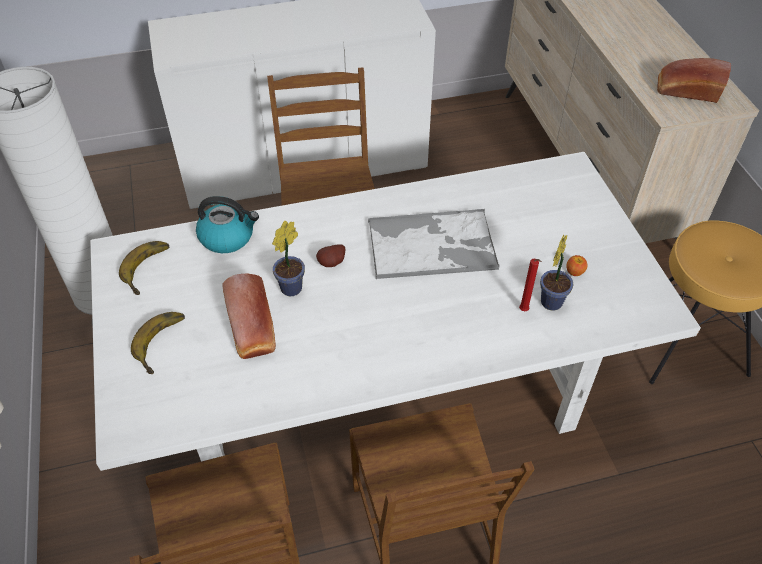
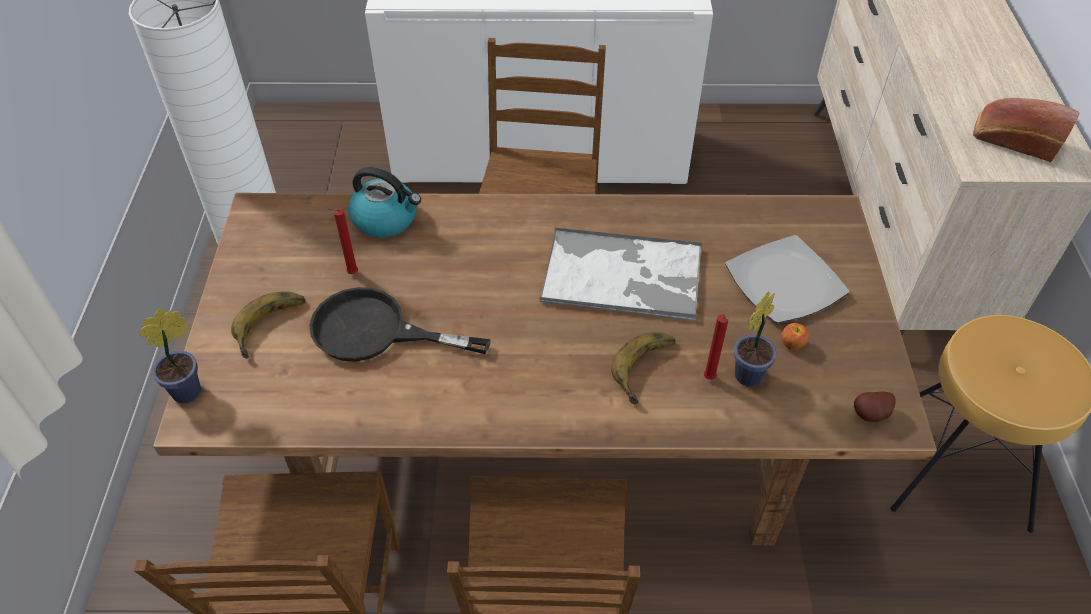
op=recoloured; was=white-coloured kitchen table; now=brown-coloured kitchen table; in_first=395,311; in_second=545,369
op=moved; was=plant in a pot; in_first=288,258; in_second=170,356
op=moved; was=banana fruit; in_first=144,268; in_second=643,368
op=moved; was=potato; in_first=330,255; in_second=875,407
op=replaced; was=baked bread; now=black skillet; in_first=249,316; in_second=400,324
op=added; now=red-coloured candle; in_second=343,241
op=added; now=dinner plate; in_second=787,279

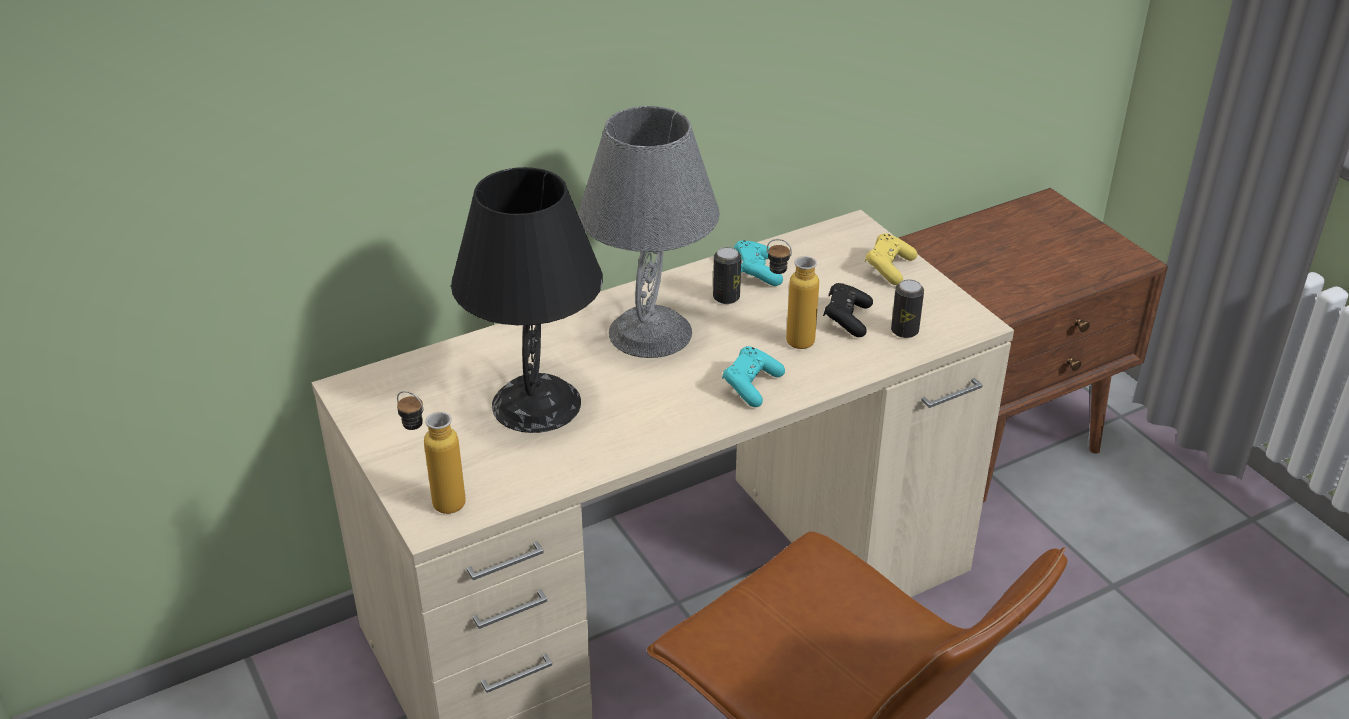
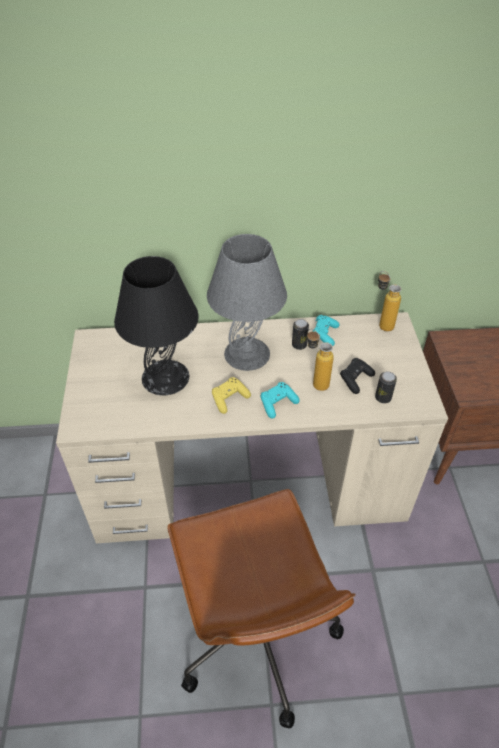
op=moved; was=yellow joypad; in_first=890,259; in_second=231,395
op=moved; was=beverage bottle; in_first=431,452; in_second=389,301

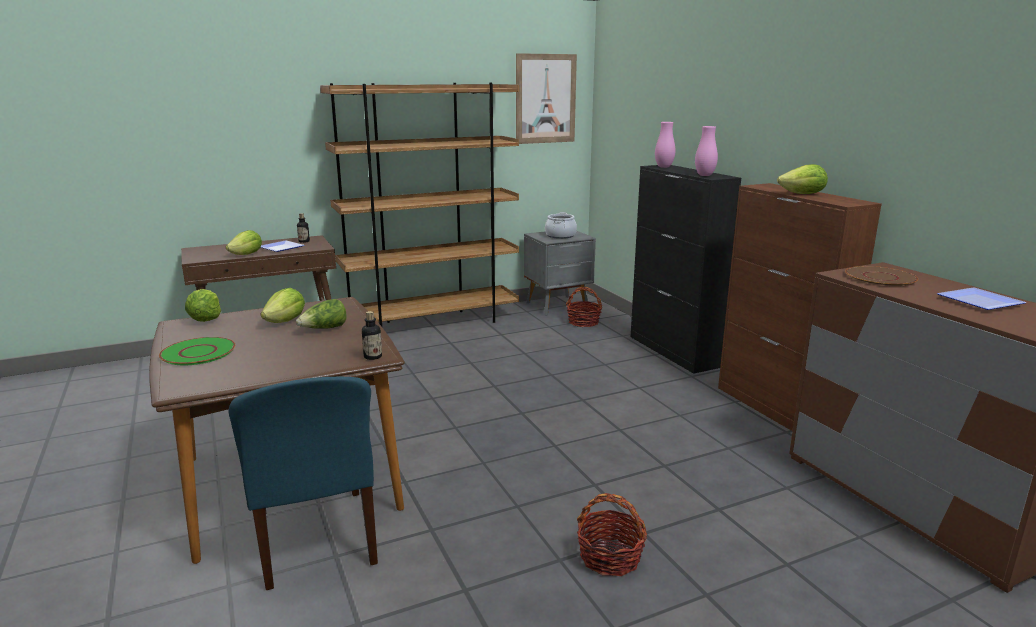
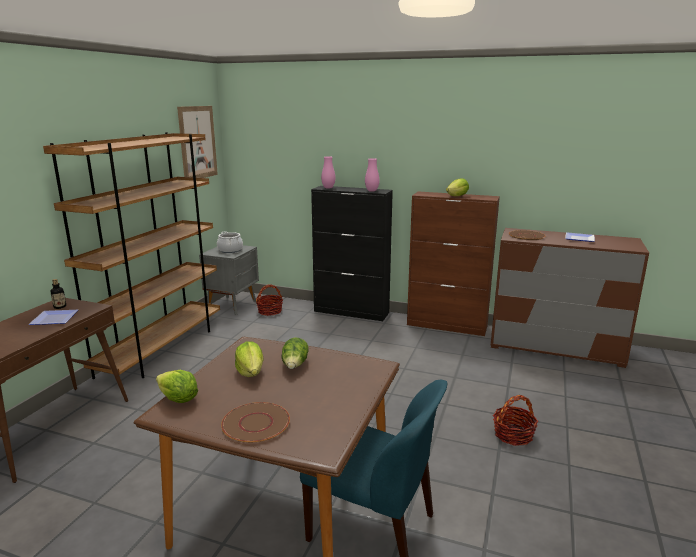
op=removed; was=lettuce head; in_first=244,242
op=removed; was=beverage bottle; in_first=372,335
op=recoloured; was=green dinner plate; now=brown-coloured dinner plate; in_first=197,351; in_second=255,422

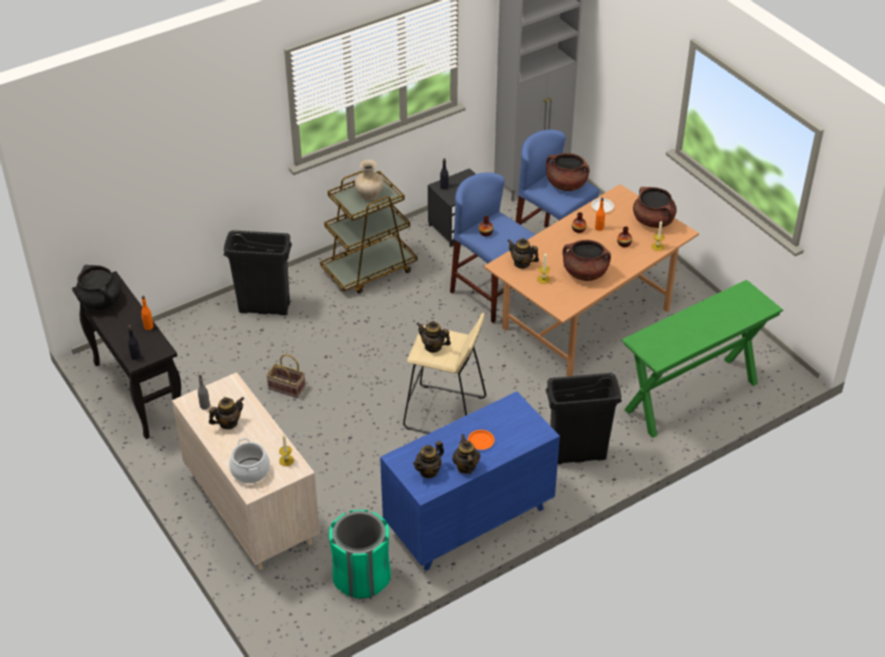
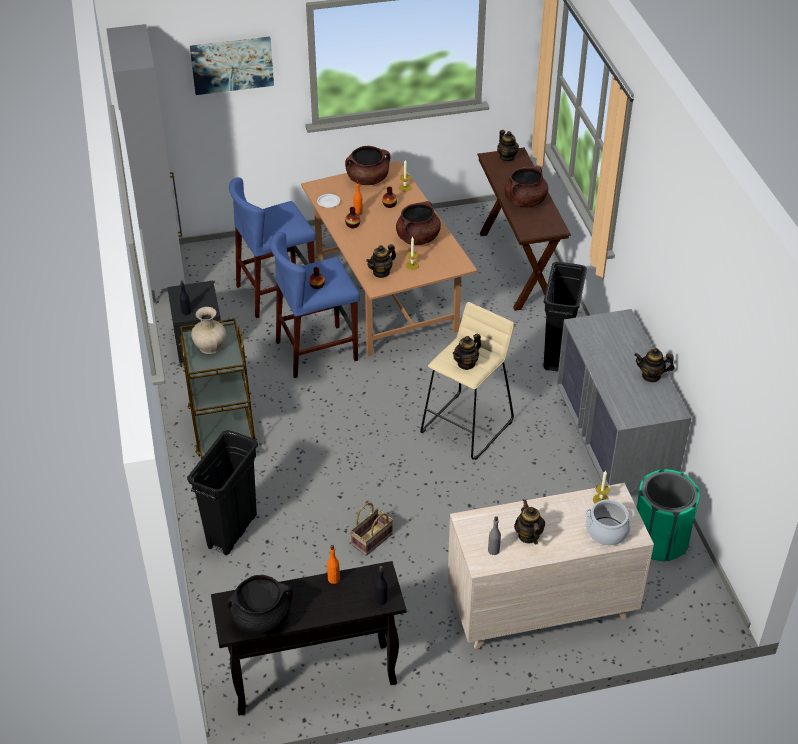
op=moved; was=brown-coloured stockpot; in_first=567,172; in_second=526,186
op=recoloured; was=green hall table; now=brown-coloured hall table; in_first=702,359; in_second=524,229
op=recoloured; was=blue drawer chest; now=grey drawer chest; in_first=470,481; in_second=624,400
op=removed; was=orangey dinner plate; in_first=481,440
op=moved; was=pot for tea; in_first=428,460; in_second=508,146
op=added; now=wall picture; in_second=232,66

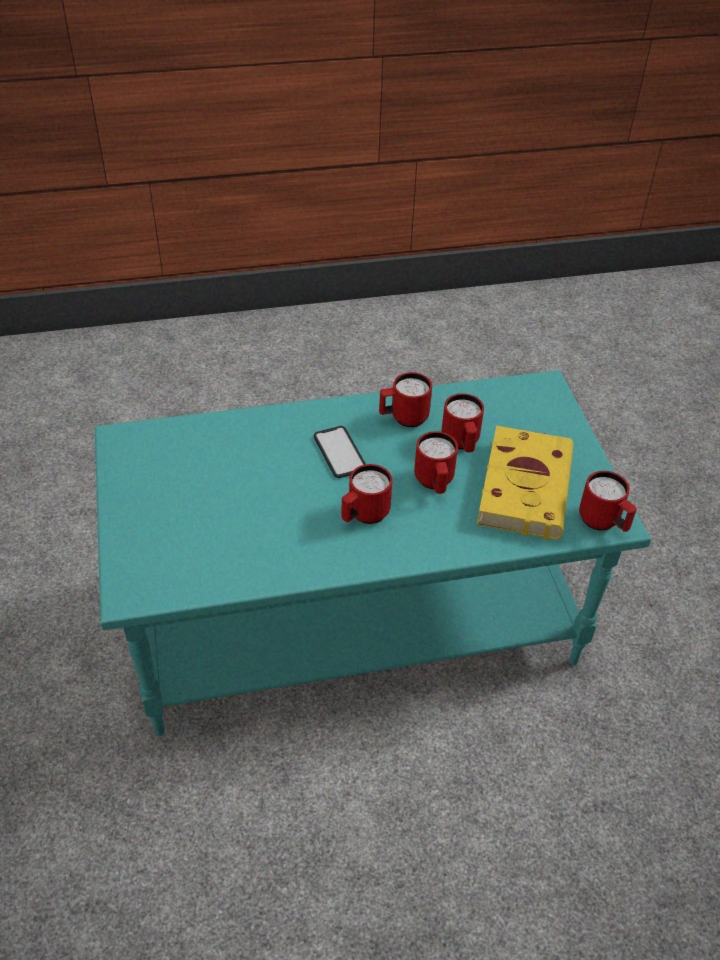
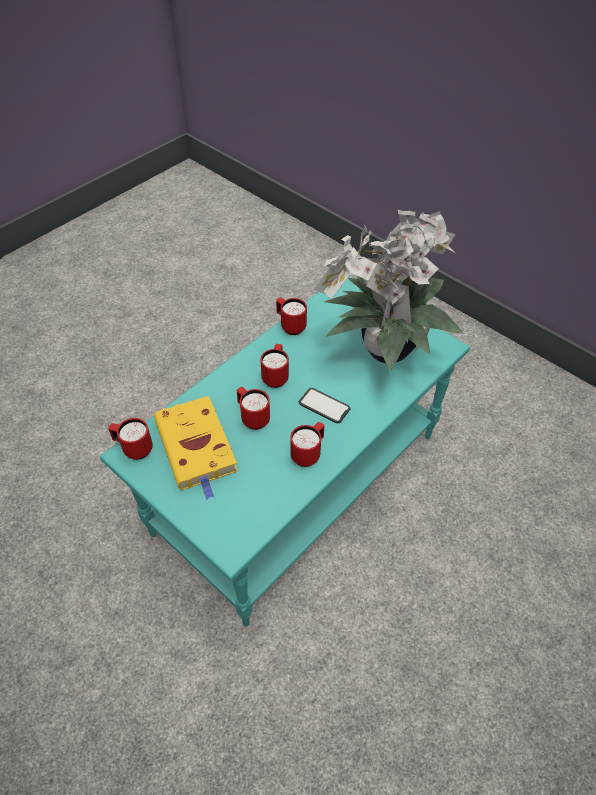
op=moved; was=red-coloured coffee mug; in_first=462,423; in_second=291,316
op=added; now=plant in a pot; in_second=388,290

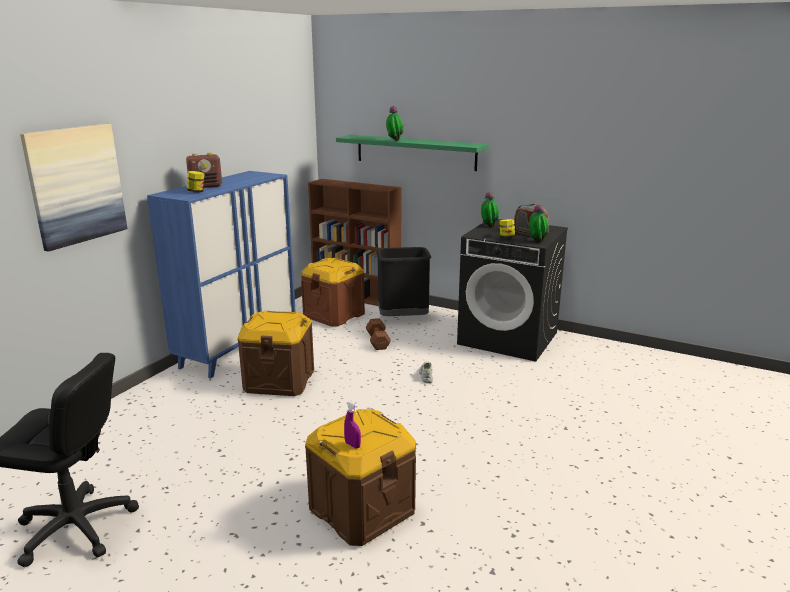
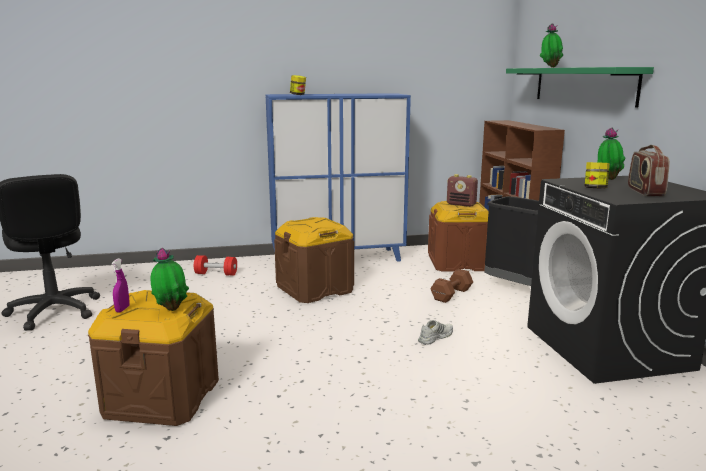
op=removed; was=wall picture; in_first=73,188
op=moved; was=radio set; in_first=204,170; in_second=462,190
op=moved; was=plant in a pot; in_first=539,223; in_second=169,279
op=added; now=red-coloured hand weight; in_second=215,265

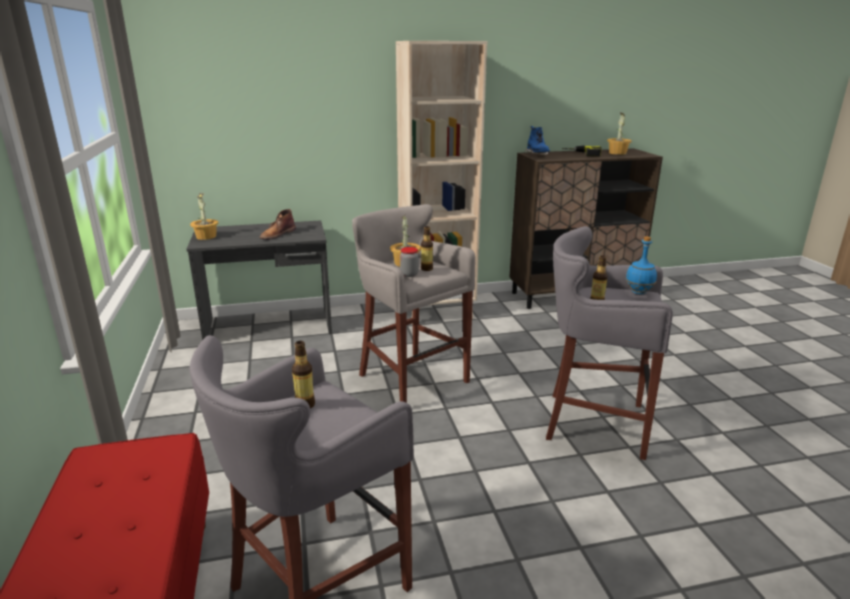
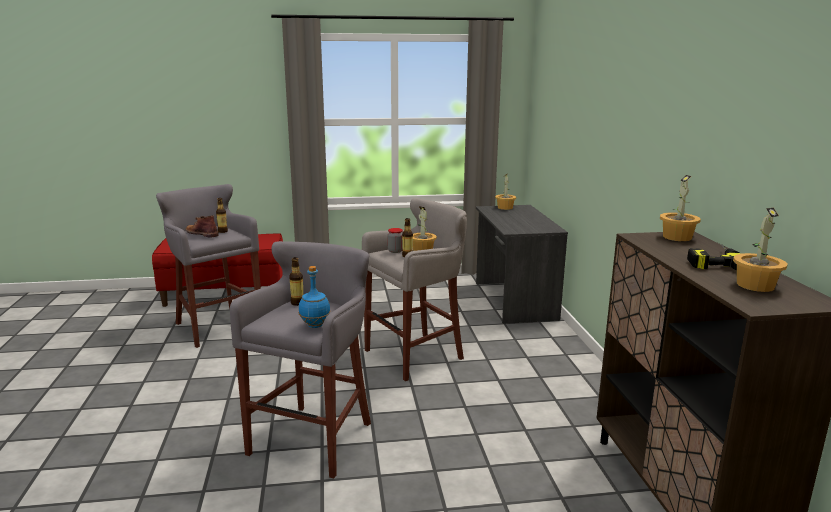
op=removed; was=sand-coloured bookcase; in_first=441,183
op=replaced; was=blue high-top boot; now=plant in a pot; in_first=537,140; in_second=680,208
op=moved; was=brown-coloured high-top boot; in_first=278,224; in_second=202,226

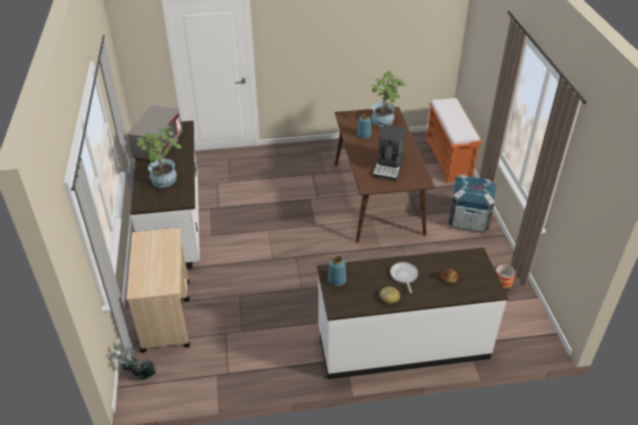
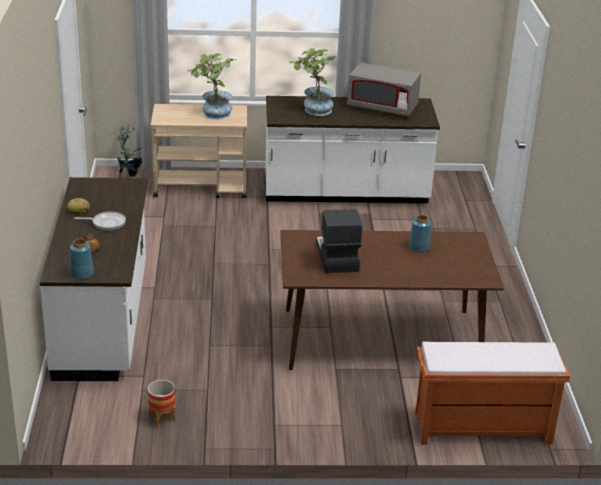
op=moved; was=plant in a pot; in_first=388,98; in_second=212,86
op=turned; was=coffee brewer; in_first=390,152; in_second=339,241; clockwise=60
op=removed; was=crate; in_first=472,203
op=moved; was=blue decorative vase; in_first=337,271; in_second=82,258

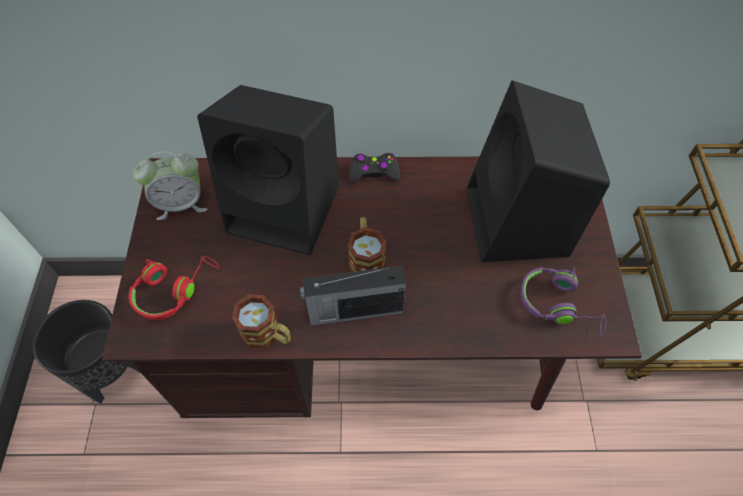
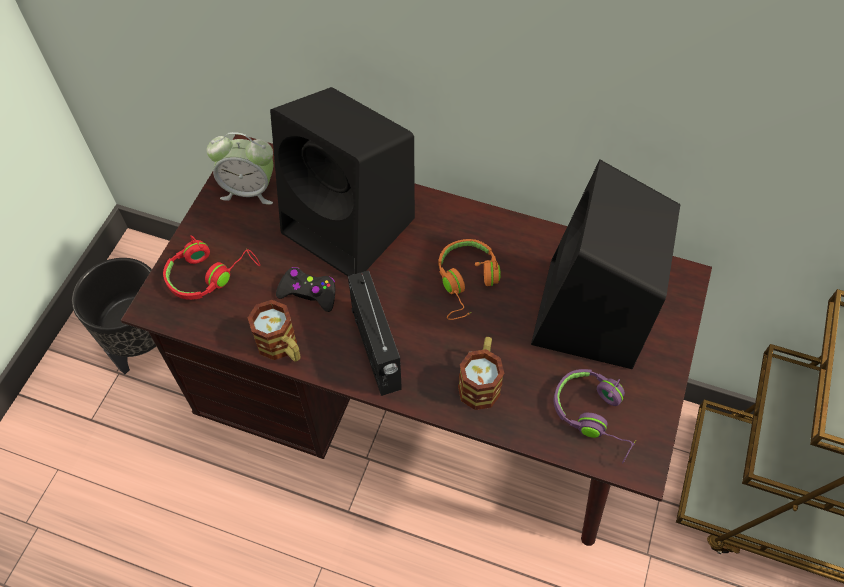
op=moved; was=black joypad; in_first=375,168; in_second=305,289
op=moved; was=coffee mug; in_first=367,244; in_second=481,373
op=turned; was=radio set; in_first=353,295; in_second=375,333; clockwise=-120
op=added; now=orangey headphones; in_second=469,279

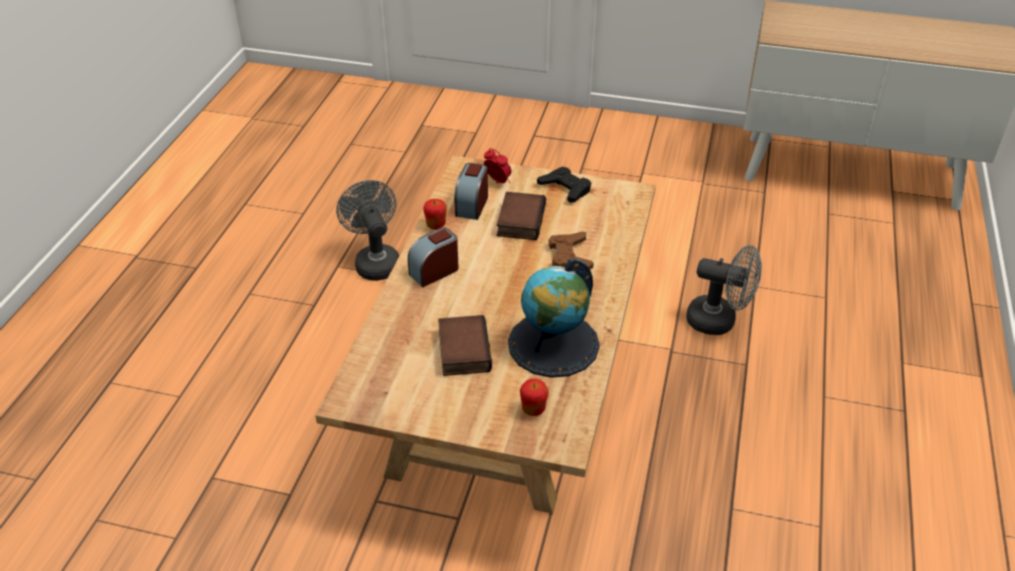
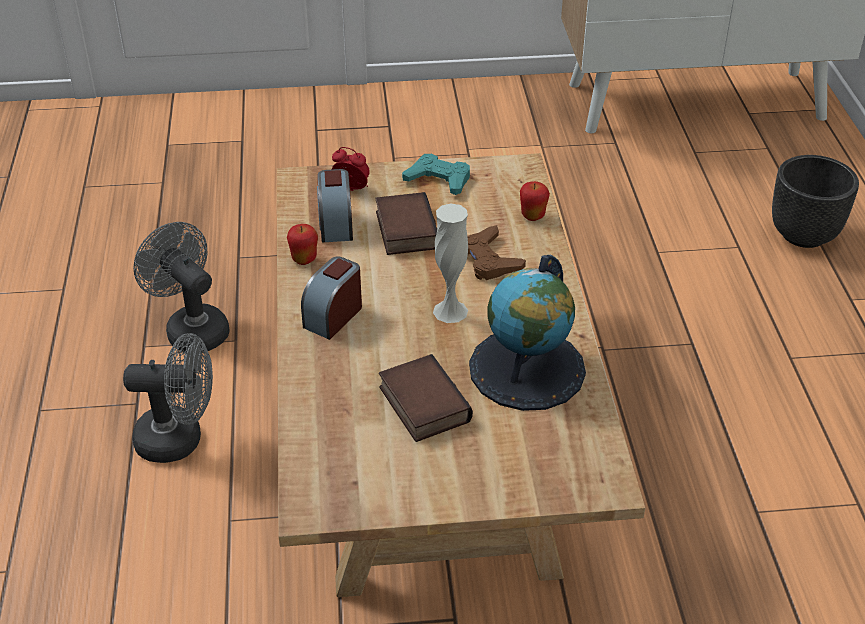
op=recoloured; was=black joypad; now=turquoise-coloured joypad; in_first=564,185; in_second=436,174
op=moved; was=grey cooling fan; in_first=724,290; in_second=168,398
op=moved; was=apple; in_first=534,397; in_second=535,201
op=added; now=black flower pot; in_second=815,201
op=added; now=white-coloured decorative vase; in_second=450,263

